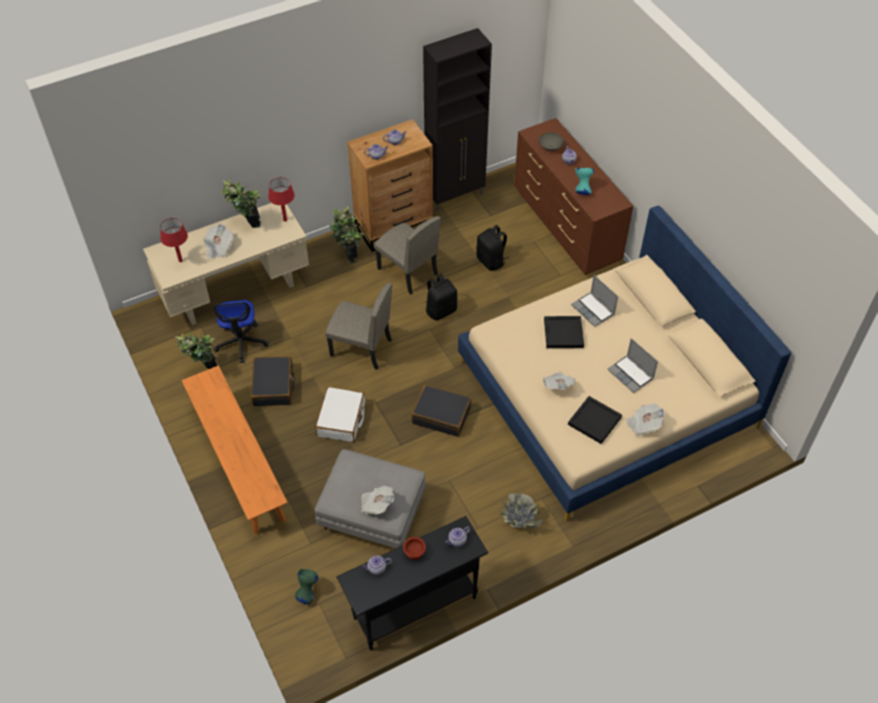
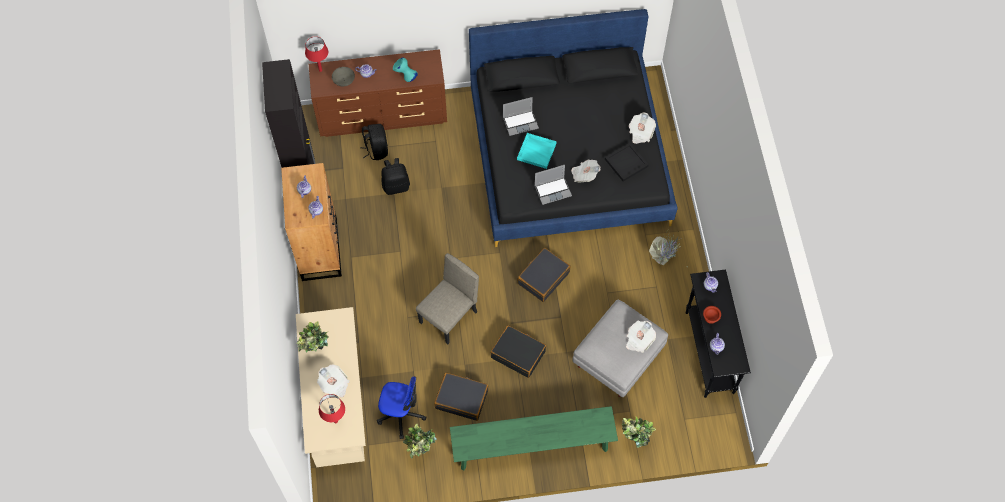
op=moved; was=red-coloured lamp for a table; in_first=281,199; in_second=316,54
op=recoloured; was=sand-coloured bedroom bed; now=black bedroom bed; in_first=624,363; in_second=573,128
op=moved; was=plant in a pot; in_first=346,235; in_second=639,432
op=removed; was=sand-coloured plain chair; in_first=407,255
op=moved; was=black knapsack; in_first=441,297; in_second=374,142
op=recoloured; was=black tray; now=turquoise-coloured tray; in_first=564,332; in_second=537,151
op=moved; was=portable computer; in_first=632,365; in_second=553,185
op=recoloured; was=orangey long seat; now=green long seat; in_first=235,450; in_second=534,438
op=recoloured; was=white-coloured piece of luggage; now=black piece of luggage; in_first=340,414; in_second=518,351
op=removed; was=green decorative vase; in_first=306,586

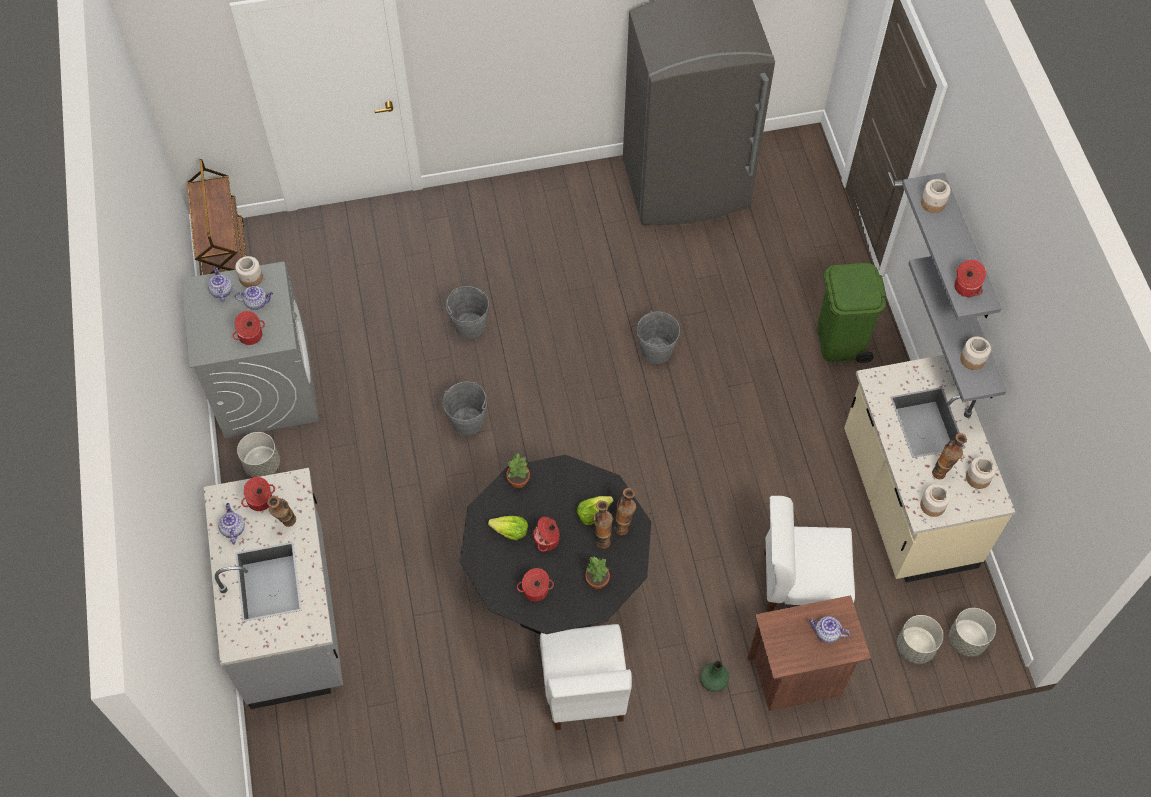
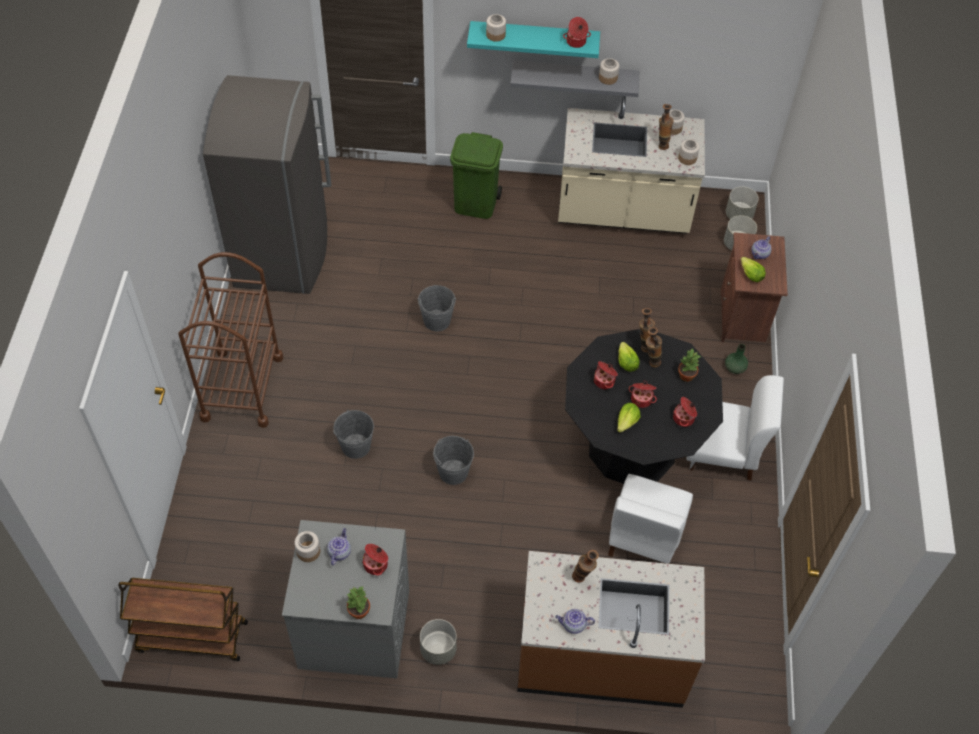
op=recoloured; was=grey wall shelf; now=turquoise-coloured wall shelf; in_first=952,246; in_second=533,39
op=removed; was=pot for tea; in_first=220,284
op=moved; was=plant in a pot; in_first=518,470; in_second=358,603
op=recoloured; was=grey kitchen base unit; now=brown-coloured kitchen base unit; in_first=273,588; in_second=611,629
op=moved; was=stockpot; in_first=258,494; in_second=606,375
op=moved; was=white-coloured plain chair; in_first=809,553; in_second=650,519
op=added; now=brown-coloured wheeled cart; in_second=230,340
op=added; now=lettuce head; in_second=753,269

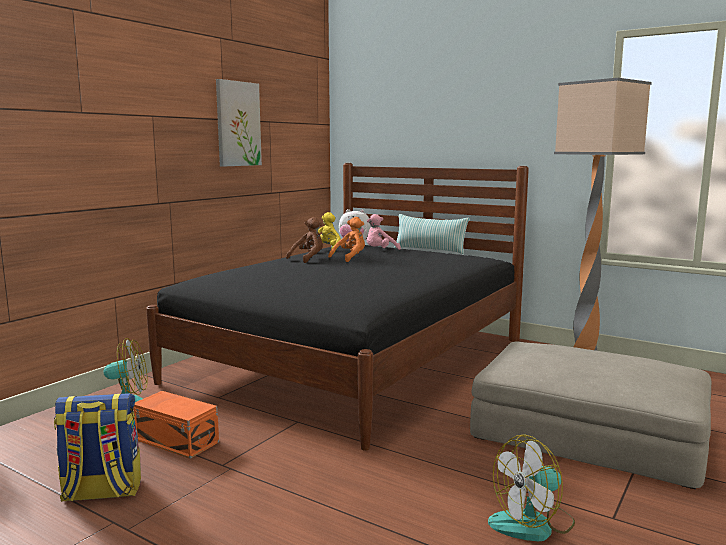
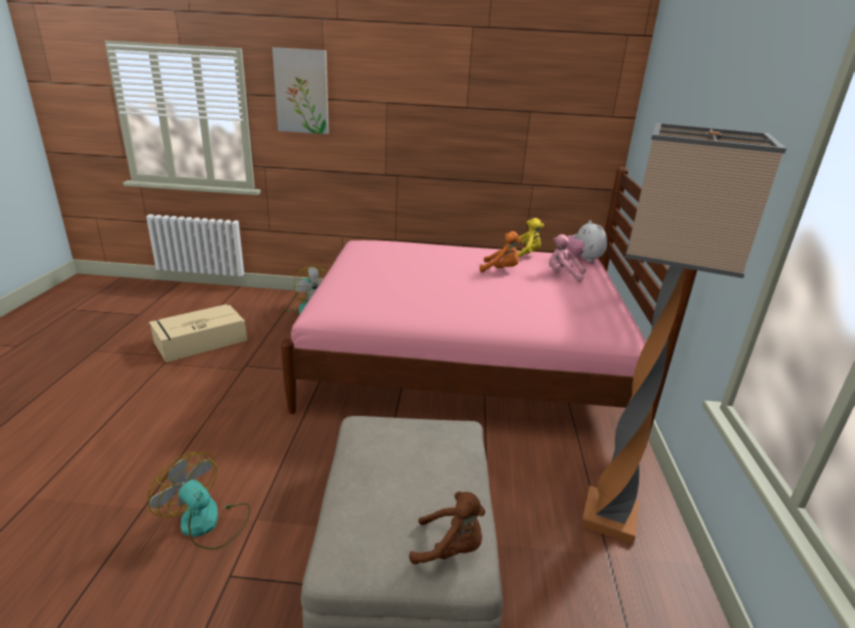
op=moved; was=wall picture; in_first=239,123; in_second=300,90
op=recoloured; was=black bedroom bed; now=pink bedroom bed; in_first=337,307; in_second=489,306
op=removed; was=throw pillow; in_first=432,234
op=moved; was=brown-coloured cuddly toy; in_first=304,240; in_second=447,527
op=removed; was=orangey storage bin; in_first=176,425
op=replaced; was=knapsack; now=sand-coloured storage bin; in_first=97,447; in_second=198,333

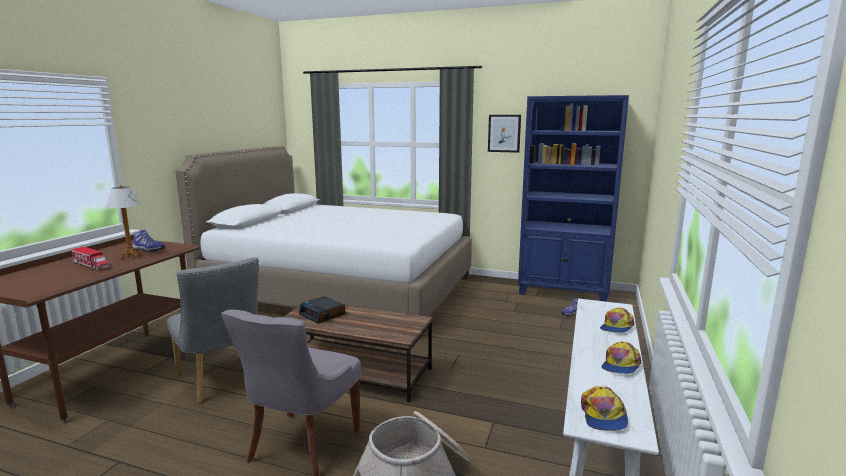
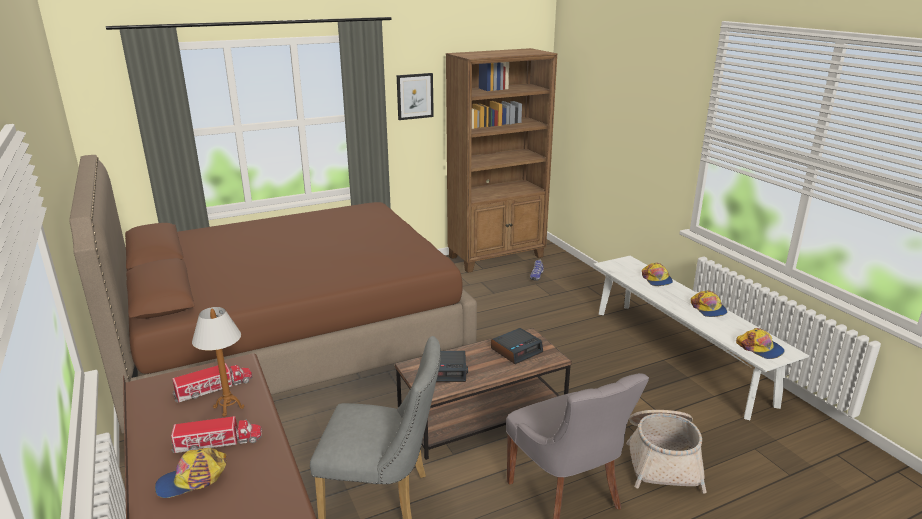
op=recoloured; was=blue bookcase; now=brown-coloured bookcase; in_first=573,198; in_second=501,160
op=recoloured; was=white-coloured bedroom bed; now=brown-coloured bedroom bed; in_first=323,231; in_second=273,294
op=replaced; was=low shoe; now=toy truck; in_first=148,241; in_second=212,382
op=added; now=alarm clock; in_second=517,346
op=added; now=baseball cap; in_second=191,473

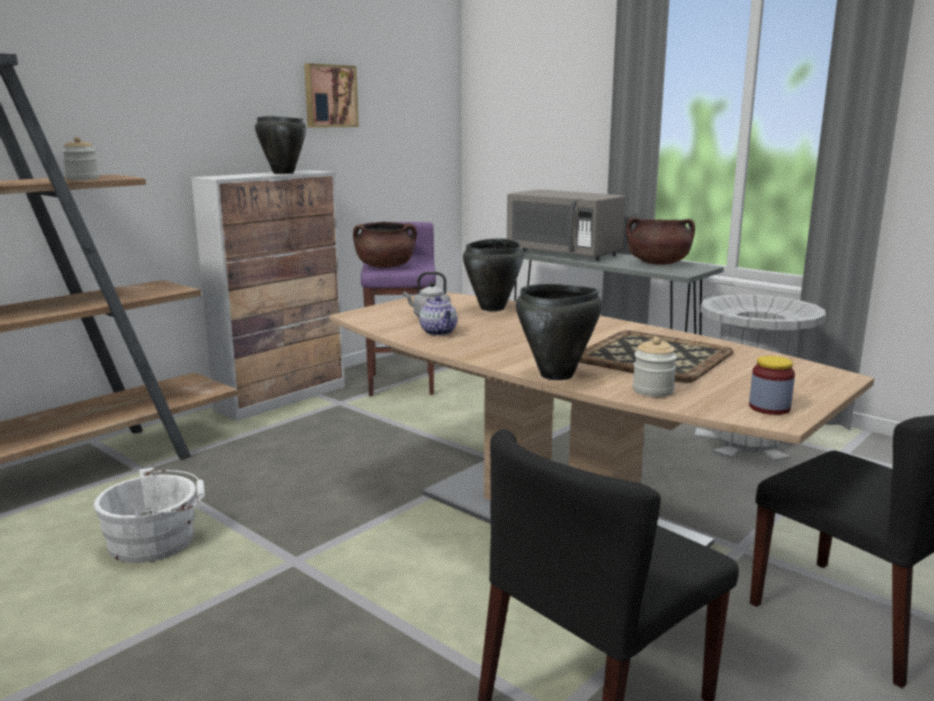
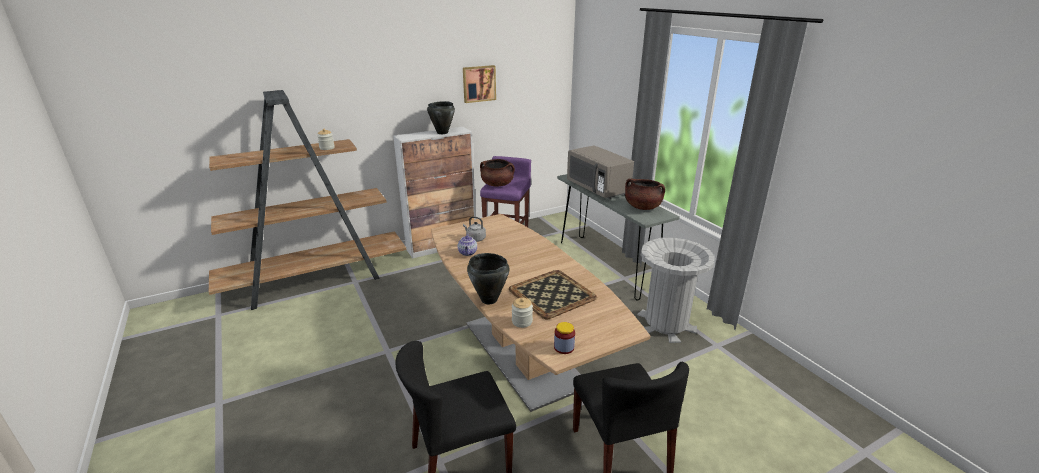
op=removed; was=black stockpot; in_first=493,274
op=removed; was=white-coloured water bucket; in_first=149,515

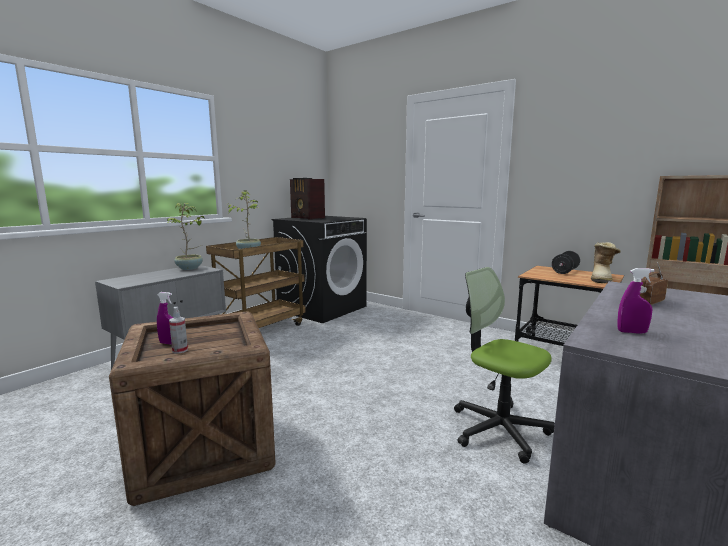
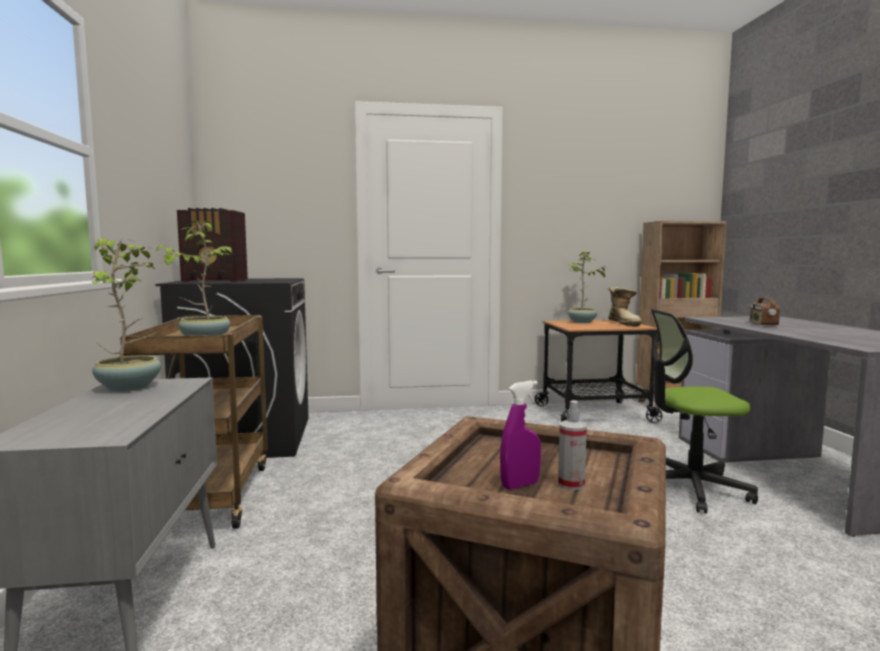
op=replaced; was=black hand weight; now=plant in a pot; in_first=566,262; in_second=587,287
op=removed; was=purplish sprayer; in_first=636,301

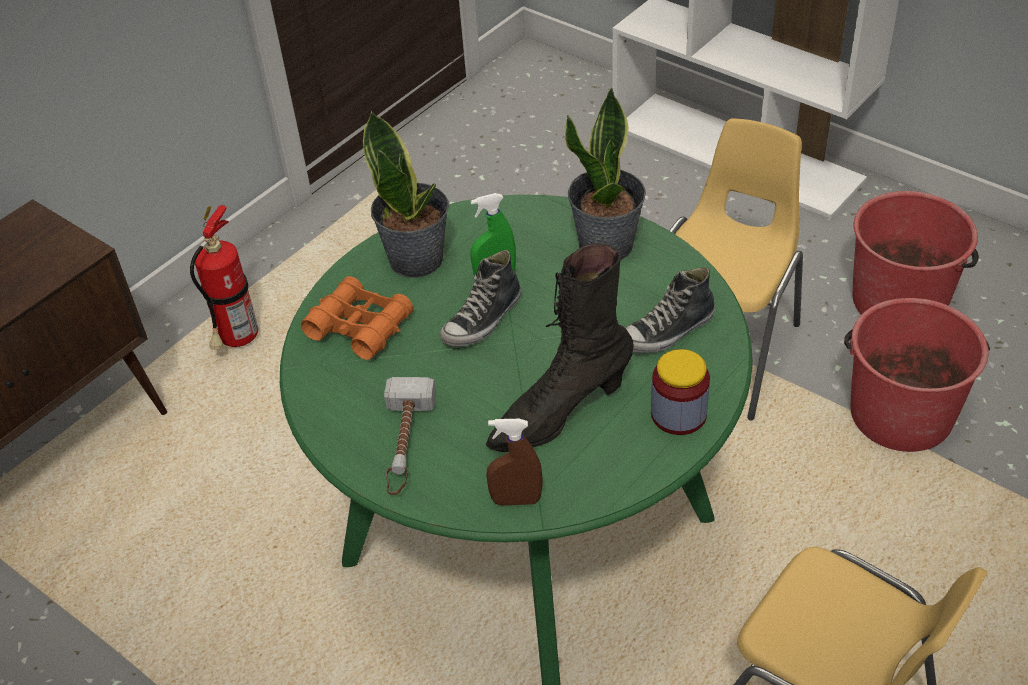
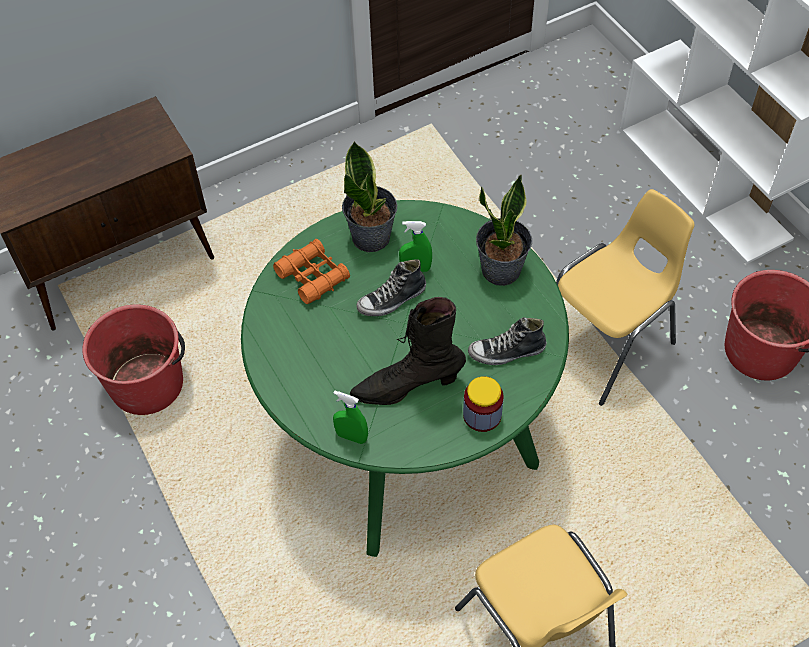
op=removed; was=fire extinguisher; in_first=224,277
op=moved; was=red-coloured water bucket; in_first=917,375; in_second=133,359
op=removed; was=hand hammer; in_first=410,436
op=recoloured; was=brown-coloured sprayer; now=green sprayer; in_first=514,462; in_second=350,417

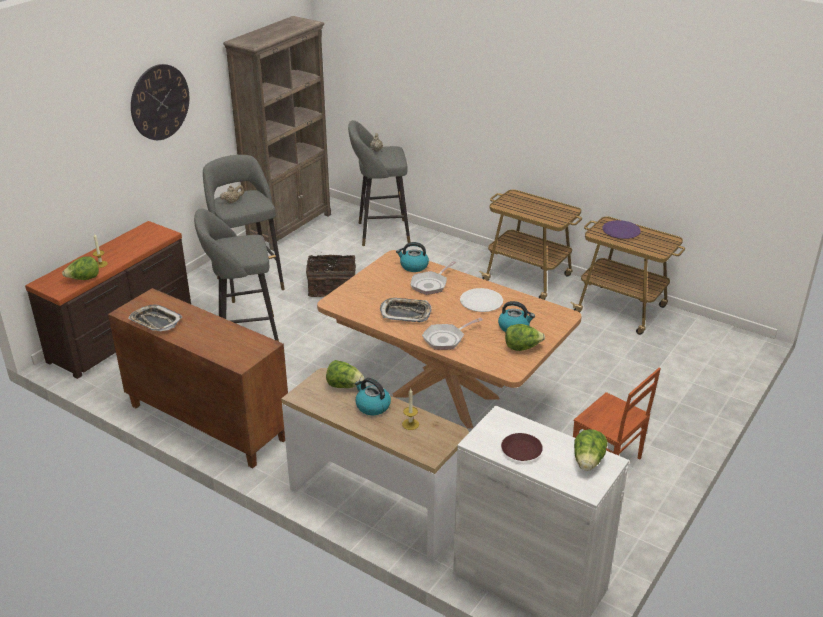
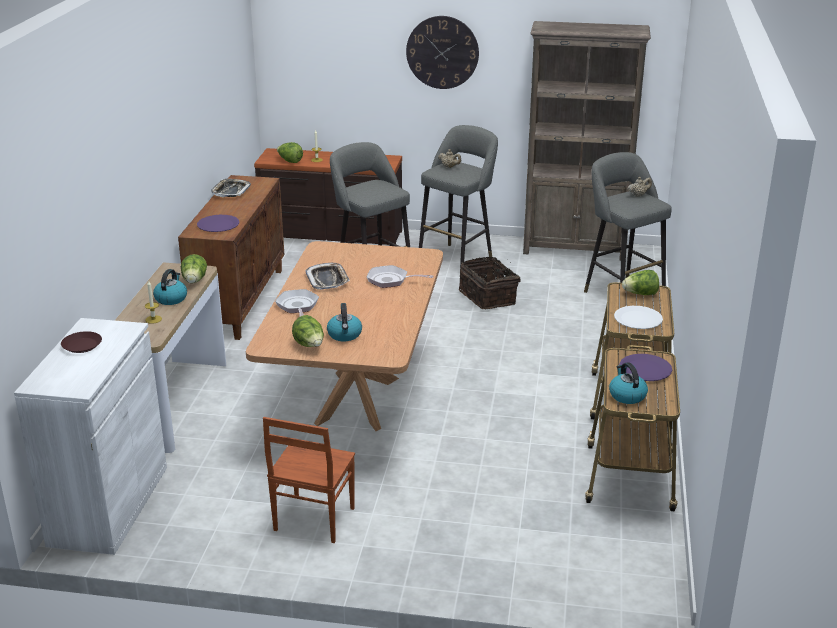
op=moved; was=tea kettle; in_first=412,257; in_second=628,383
op=moved; was=white-coloured dinner plate; in_first=481,300; in_second=638,317
op=turned; was=skillet; in_first=452,334; in_second=297,303; clockwise=45
op=moved; was=lettuce head; in_first=590,450; in_second=640,282
op=added; now=purplish dinner plate; in_second=218,223

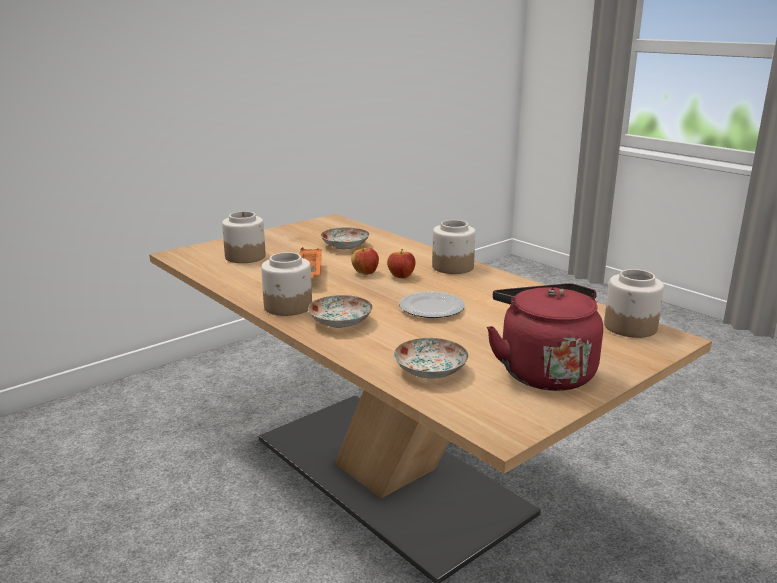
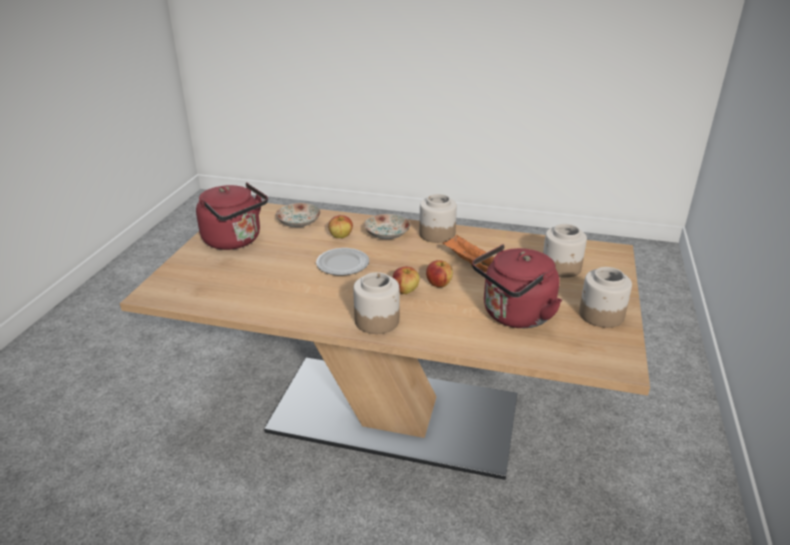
op=replaced; was=dinner plate; now=red-coloured tea kettle; in_first=345,238; in_second=517,286
op=moved; was=preserve jar; in_first=634,303; in_second=605,297
op=added; now=apple; in_second=340,227

